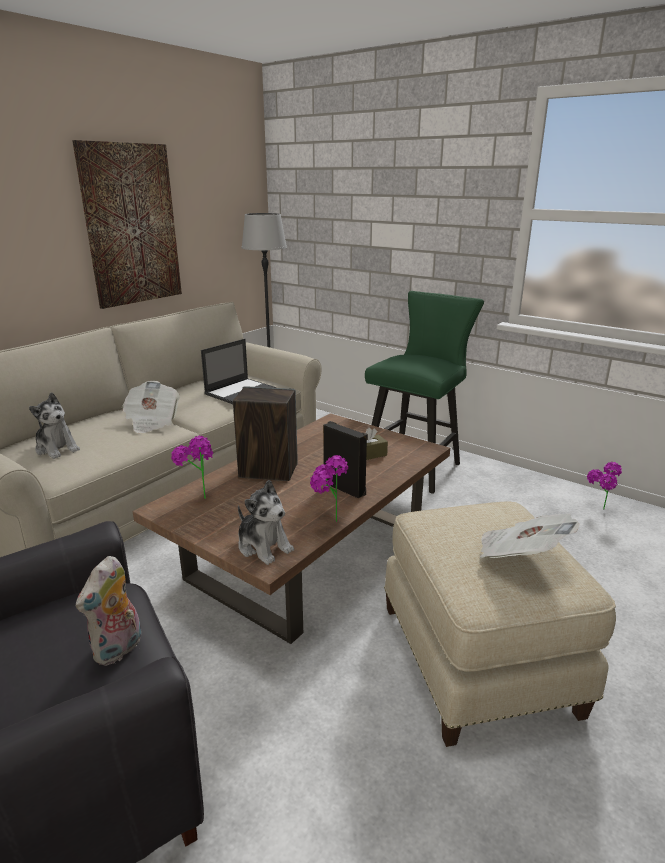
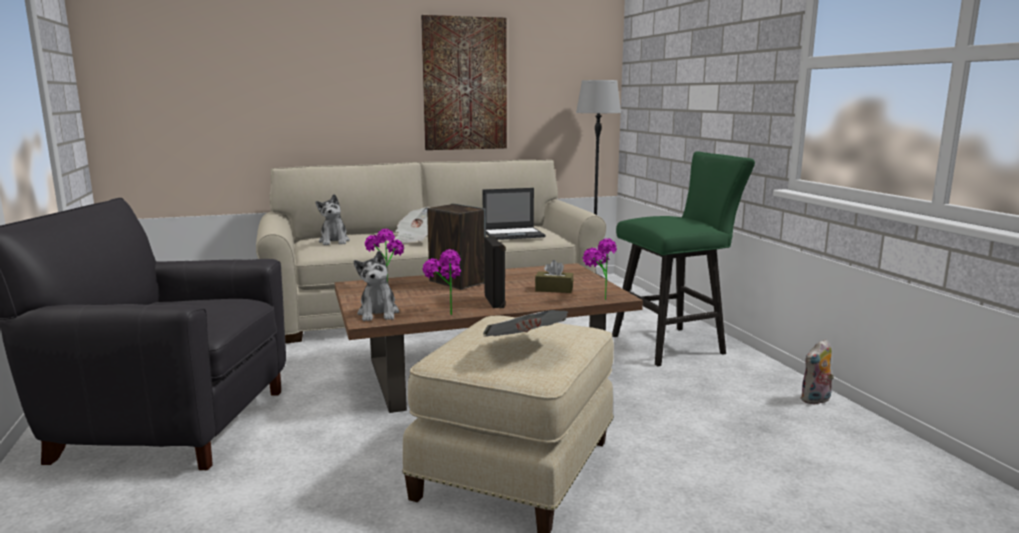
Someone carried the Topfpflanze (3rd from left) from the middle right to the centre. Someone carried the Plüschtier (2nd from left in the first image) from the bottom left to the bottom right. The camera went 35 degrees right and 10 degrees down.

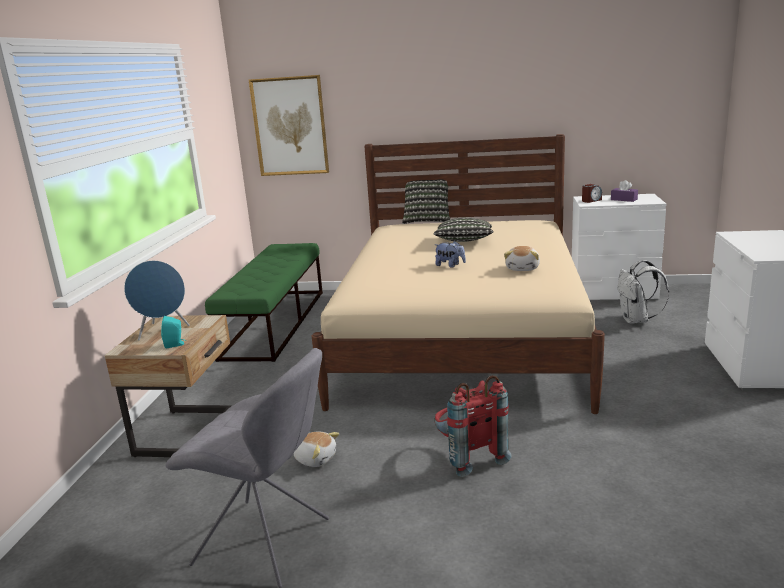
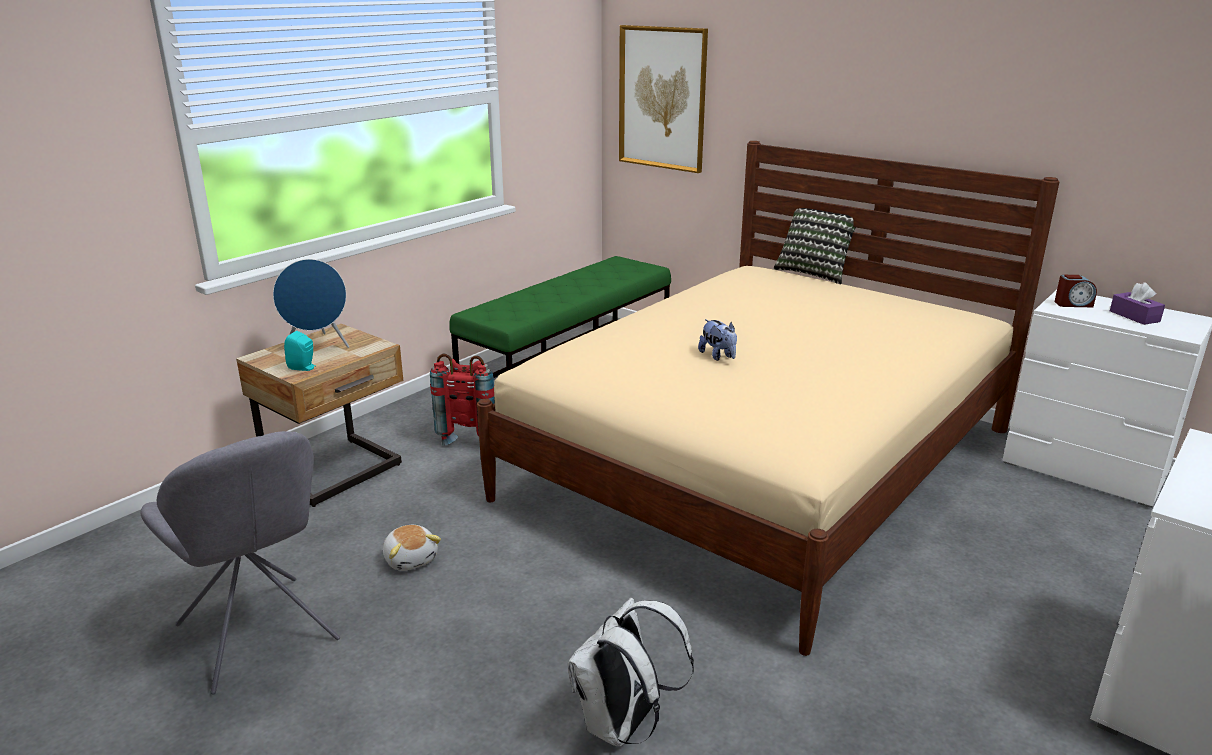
Someone took away the Kissen (2nd from left) at the centre. Someone took away the Plüschtier (3rd from left) at the centre. Someone carried the Rucksack [weiß] from the middle right to the bottom centre. Someone carried the Rucksack [rot] from the bottom centre to the centre. The camera went 30 degrees right and 5 degrees up.

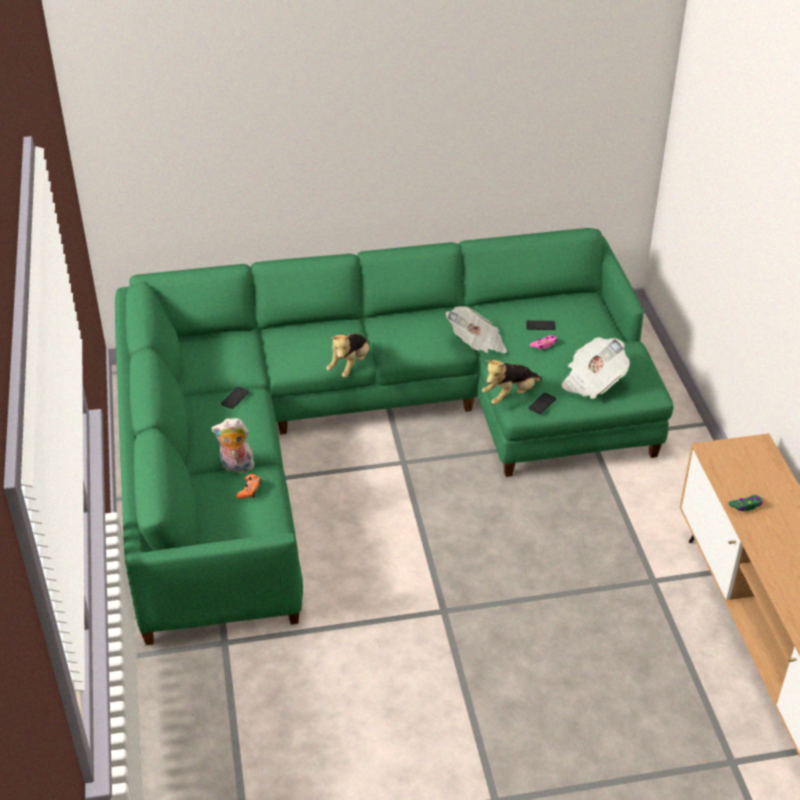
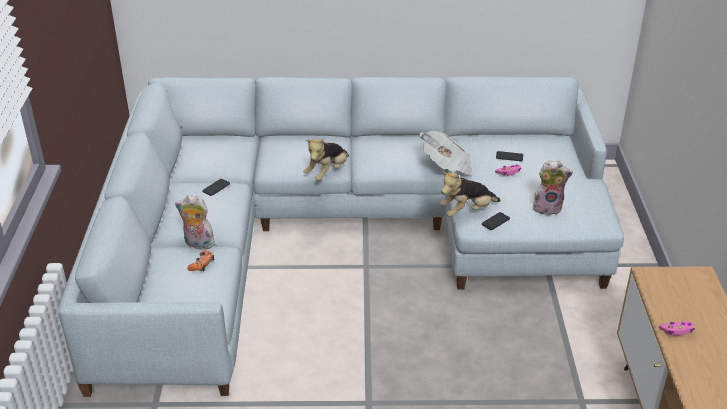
Someone repainted the Sofa [grün] at the centre, which became the Sofa [grau] at the centre. Someone swapped the Zeitung (2nd from left) at the middle right for the Plüschtier (4th from left) at the middle right. Someone repainted the Gamepad [grün] at the middle right, which became the Gamepad [rosa] (2nd from left) at the bottom right. The camera went 10 degrees right and 5 degrees down.

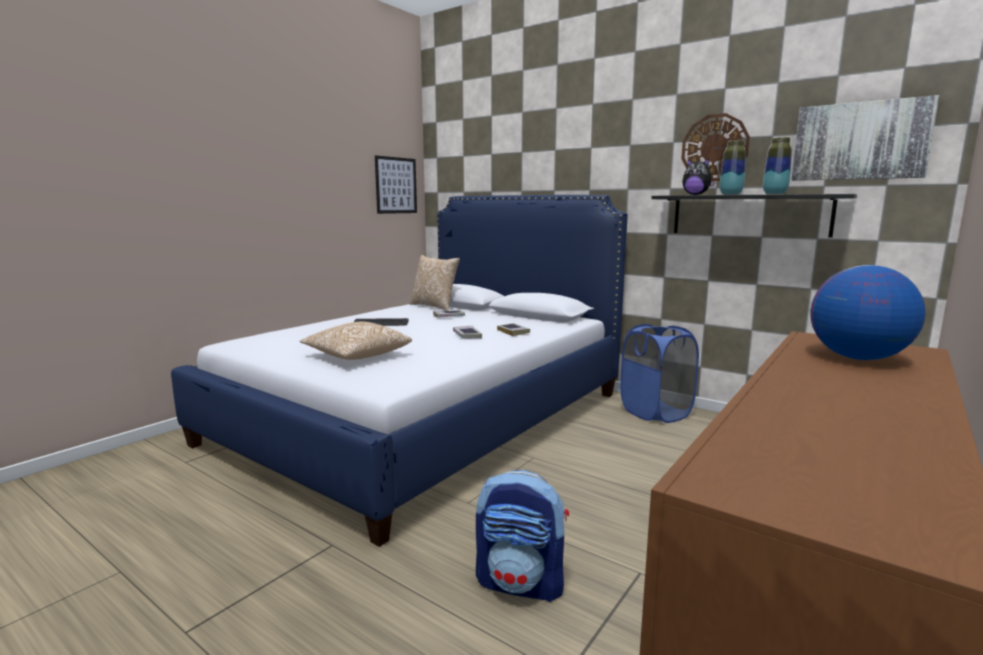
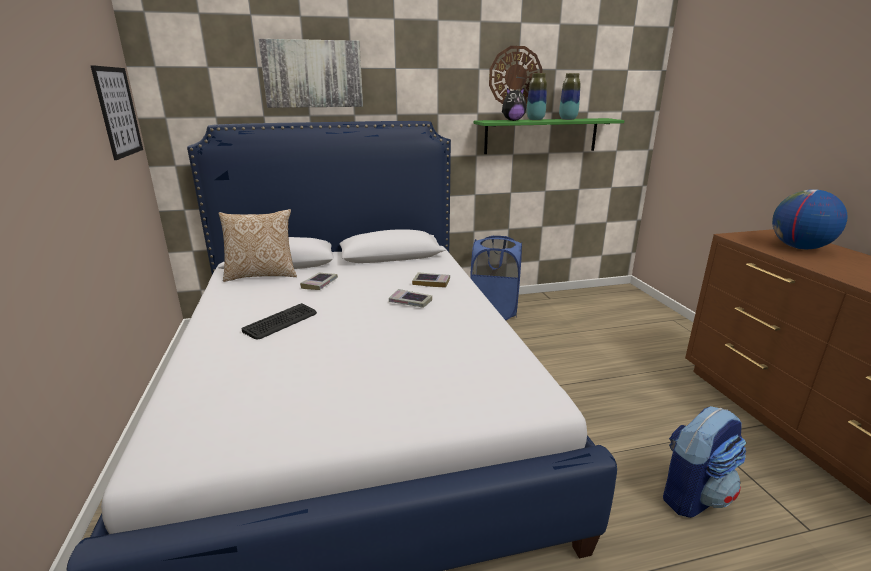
Someone carried the Bild (2nd from left) from the top right to the top centre. Someone repainted the Wandregal [schwarz] at the top right, which became the Wandregal [grün] at the top centre. Someone took away the Kissen (1st from left) at the centre. The camera went 50 degrees left and 10 degrees up.

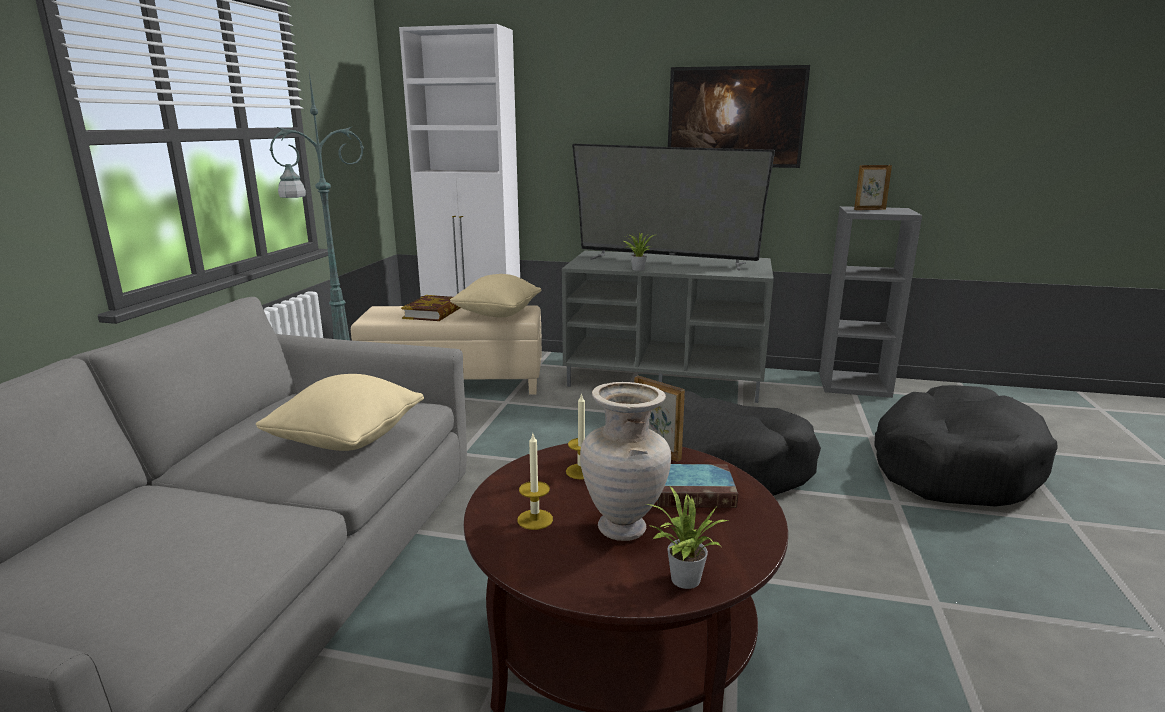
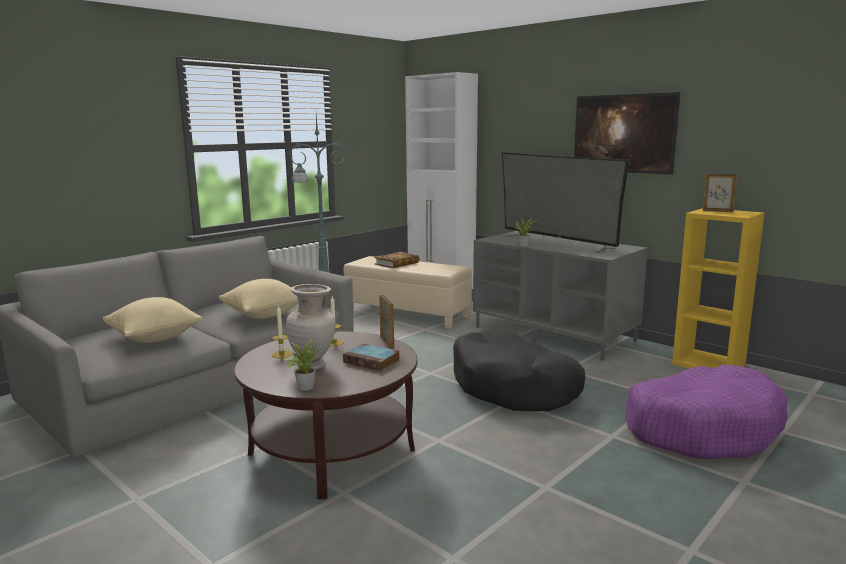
Someone repainted the Bücherregal [grau] at the middle right, which became the Bücherregal [gelb] at the middle right. Someone carried the Kissen [beige] (2nd from left in the first image) from the centre to the middle left. Someone repainted the Hundebett [schwarz] (2nd from left) at the middle right, which became the Hundebett [lila] at the bottom right. The camera went 30 degrees right and 5 degrees down.

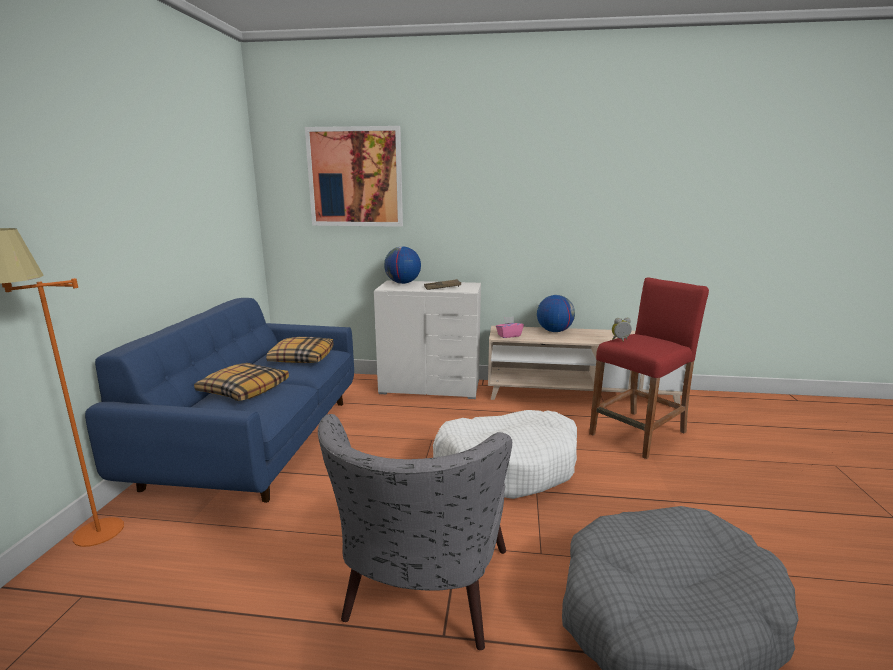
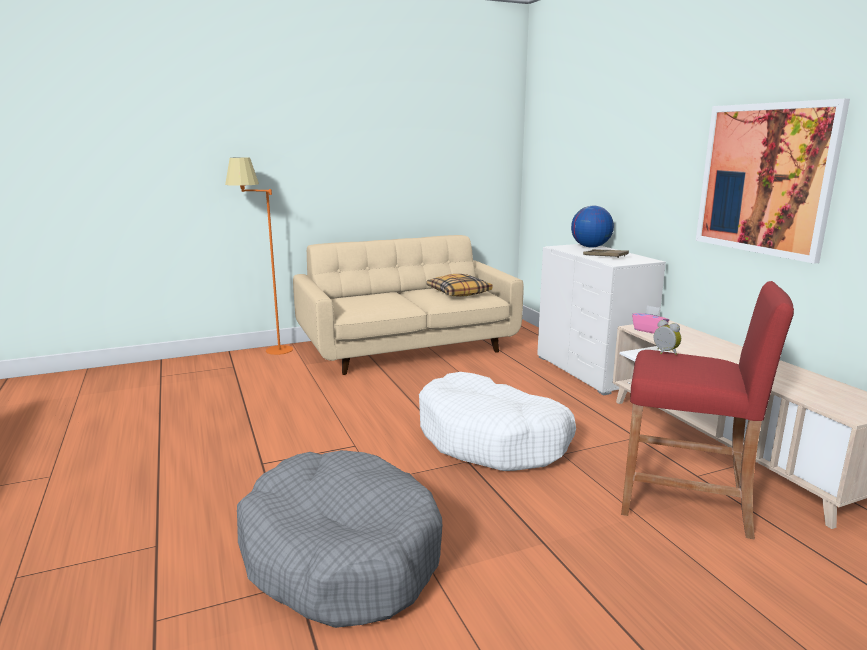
Someone carried the Bild from the top centre to the top right. Someone took away the Globus (2nd from left) at the centre. Someone repainted the Sofa [blau] at the middle left, which became the Sofa [beige] at the centre. Someone took away the Kissen (1st from left) at the middle left. Someone took away the Sessel [grau] at the bottom centre. The camera went 60 degrees right and 0 degrees up.

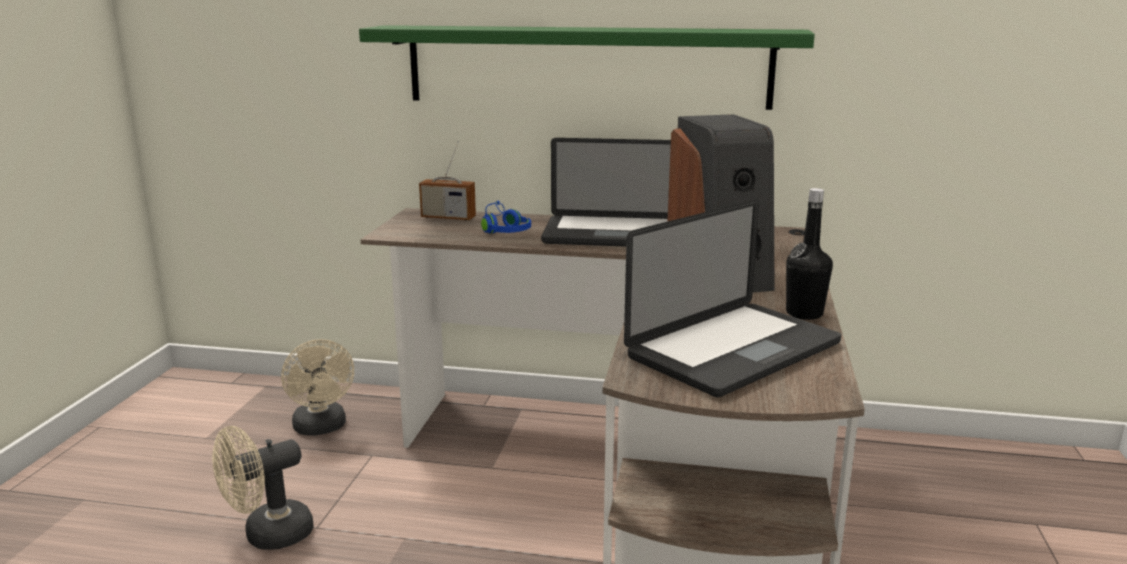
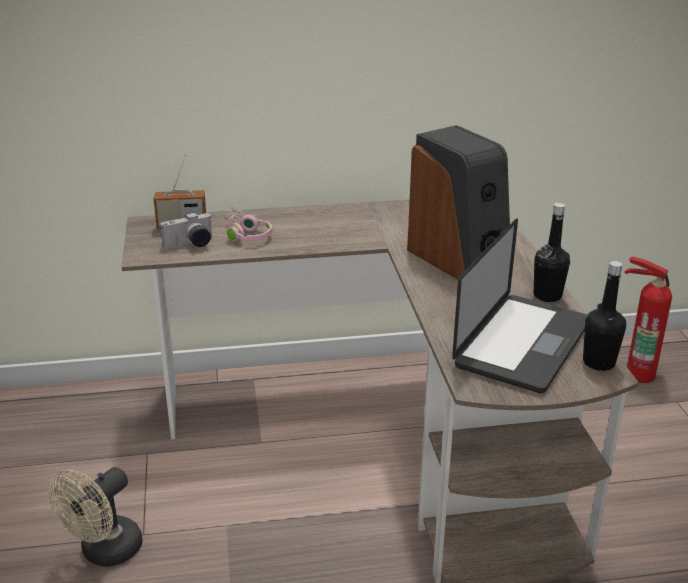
Someone took away the Wandregal [grün] at the top centre. Someone took away the Laptop (1st from left) at the centre. Someone repainted the Kopfhörer [blau] at the centre, which became the Kopfhörer [rosa] at the centre. Someone took away the Ventilator [beige] (2nd from left) at the bottom left. Someone put down the Kamera at the middle left. Someone put down the Feuerlöscher at the middle right. Someone put down the Flasche [schwarz] (2nd from left) at the middle right. The camera went 20 degrees left and 10 degrees up.

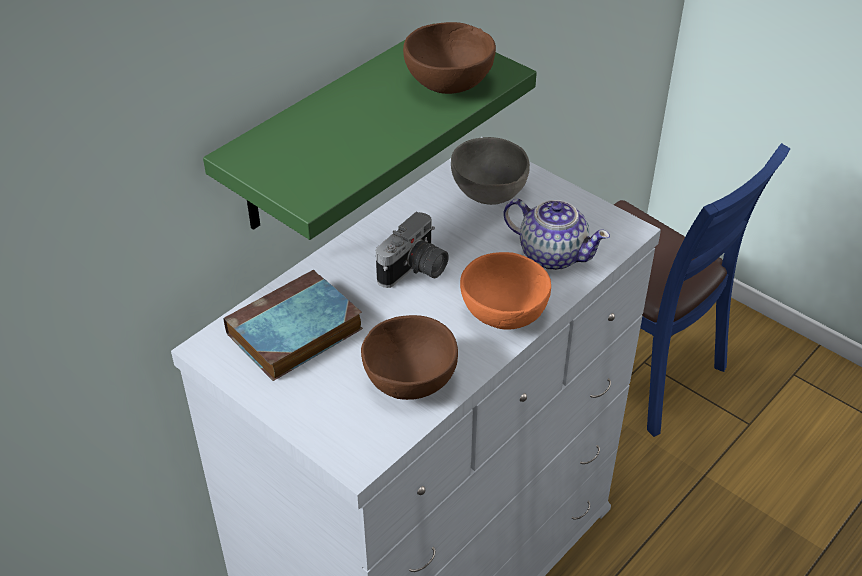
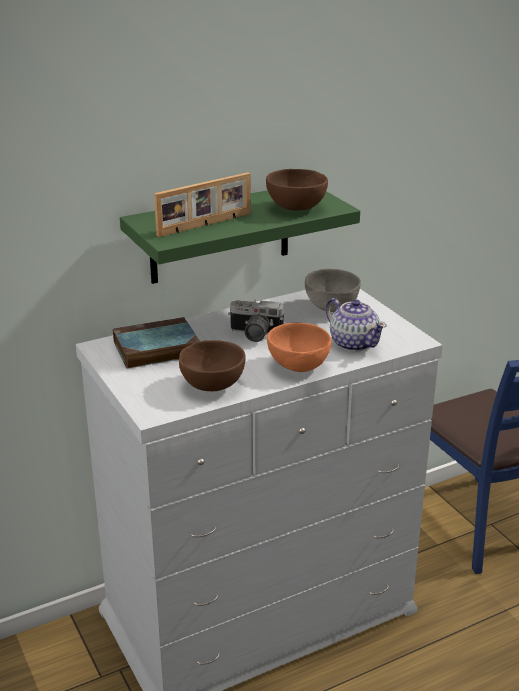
Someone rotated the Kamera at the centre by 45 degrees clockwise. Someone put down the Bilderrahmen at the top centre. The camera went 20 degrees right and 15 degrees down.

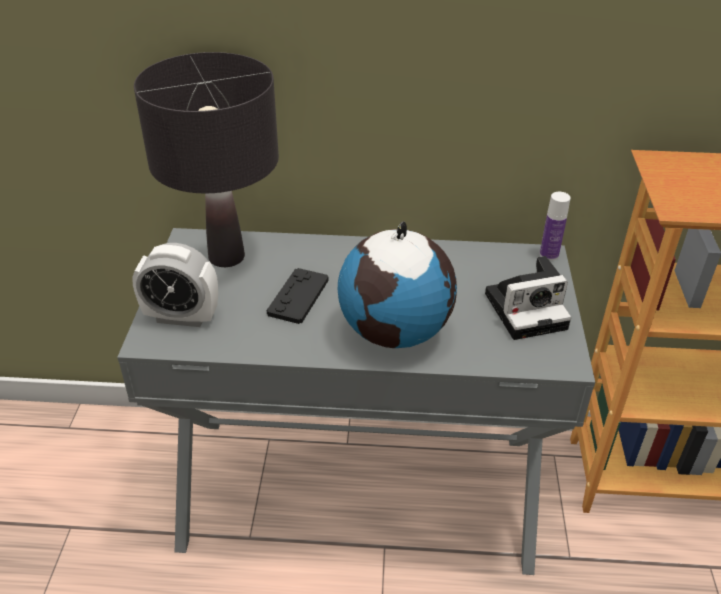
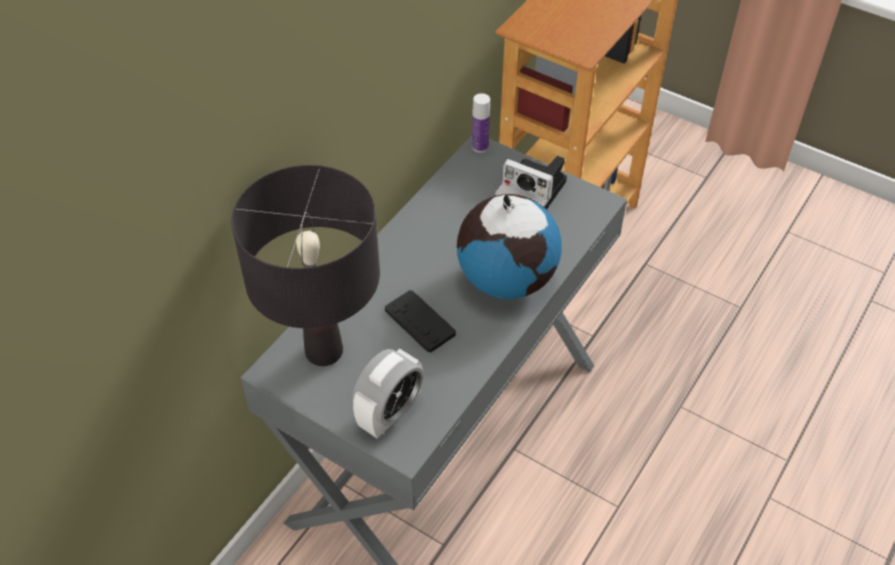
Someone rotated the Kamera at the middle right by 105 degrees clockwise. The camera went 60 degrees left and 10 degrees up.

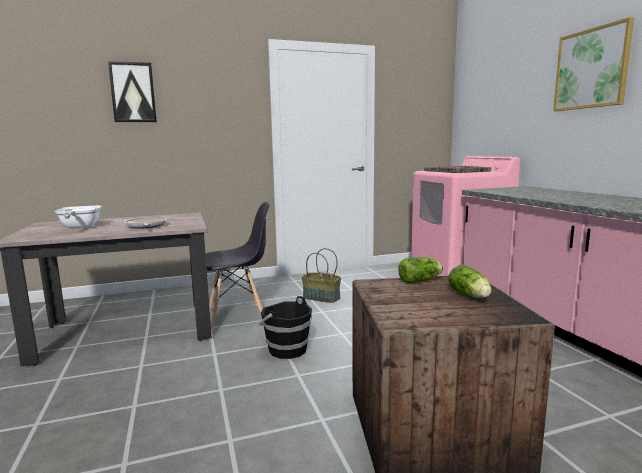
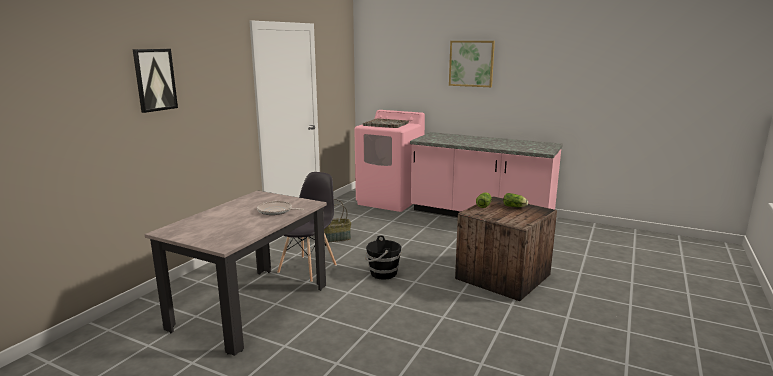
Someone took away the Pfanne (1st from left) at the middle left. The camera went 45 degrees left and 5 degrees up.

